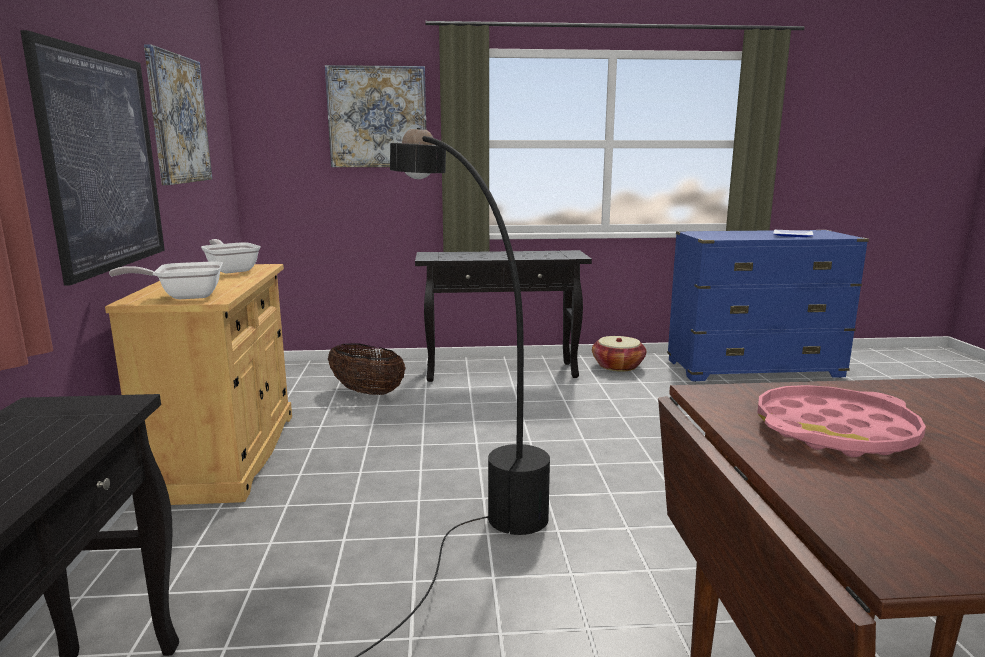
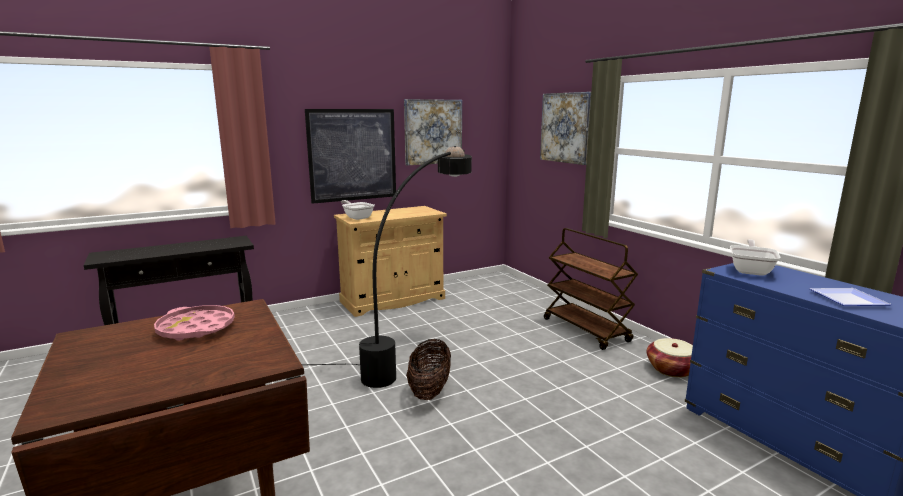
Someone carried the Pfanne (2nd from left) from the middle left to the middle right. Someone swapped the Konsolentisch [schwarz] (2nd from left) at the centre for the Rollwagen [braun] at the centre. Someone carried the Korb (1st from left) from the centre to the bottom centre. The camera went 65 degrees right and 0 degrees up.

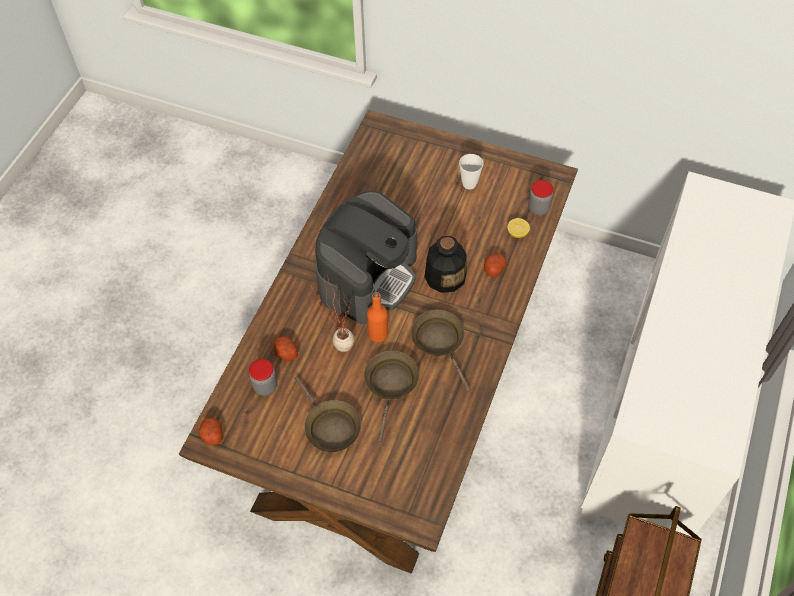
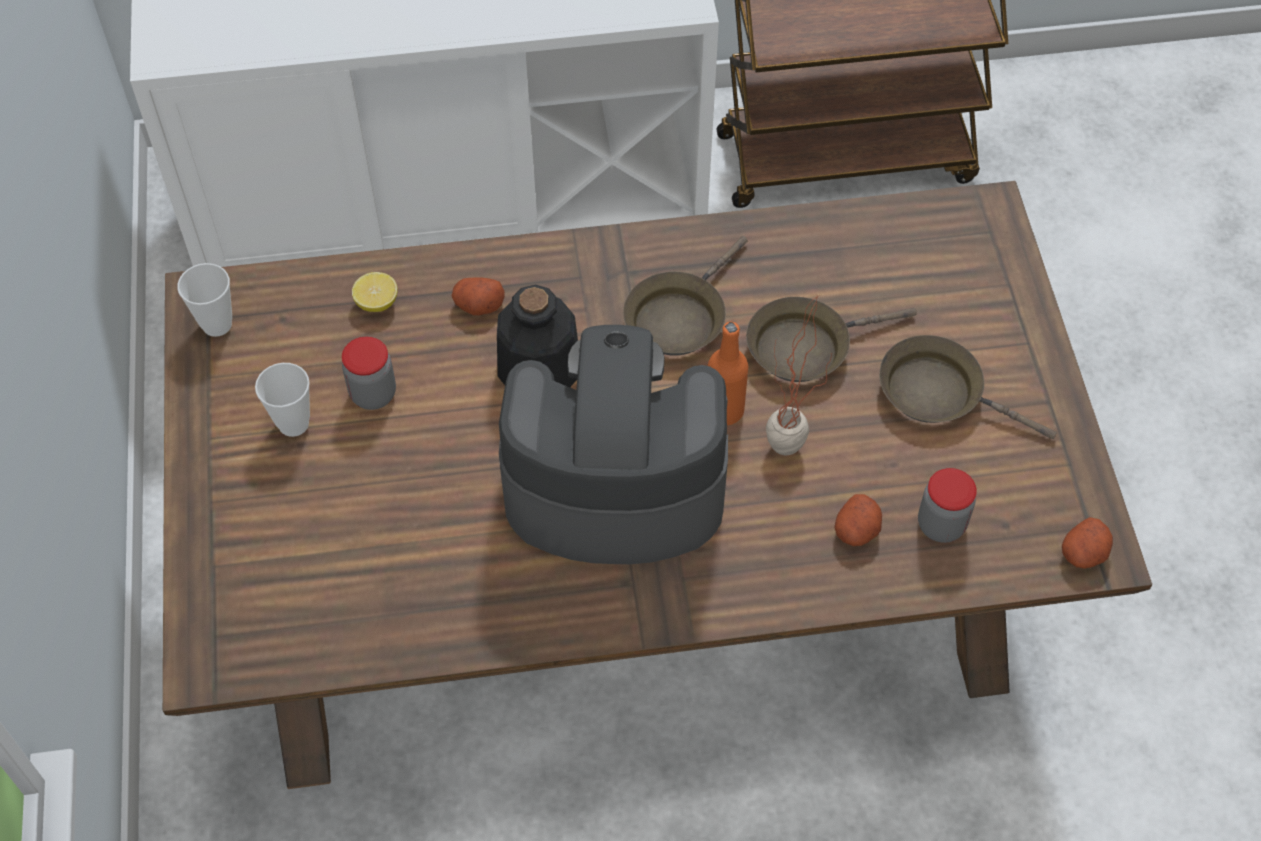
Someone carried the Vorratsglas (2nd from left in the first image) from the top right to the middle left. Someone rotated the Pfanne [braun] (1st from left in the first image) at the bottom centre by 90 degrees counterclockwise. Someone put down the Tasse (1st from left) at the middle left. The camera went 120 degrees left and 0 degrees up.

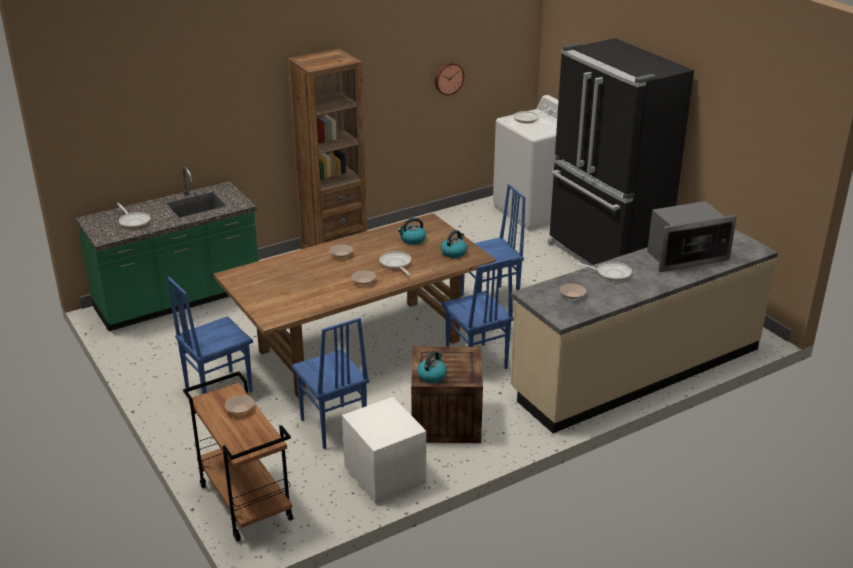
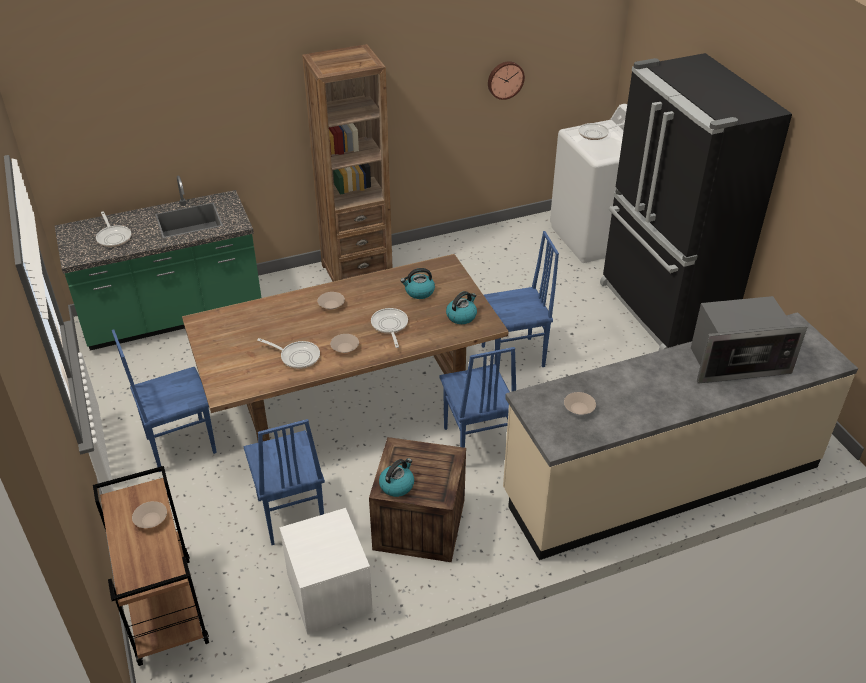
Someone carried the Pfanne (4th from left in the first image) from the middle right to the middle left. The camera went 10 degrees right and 10 degrees up.

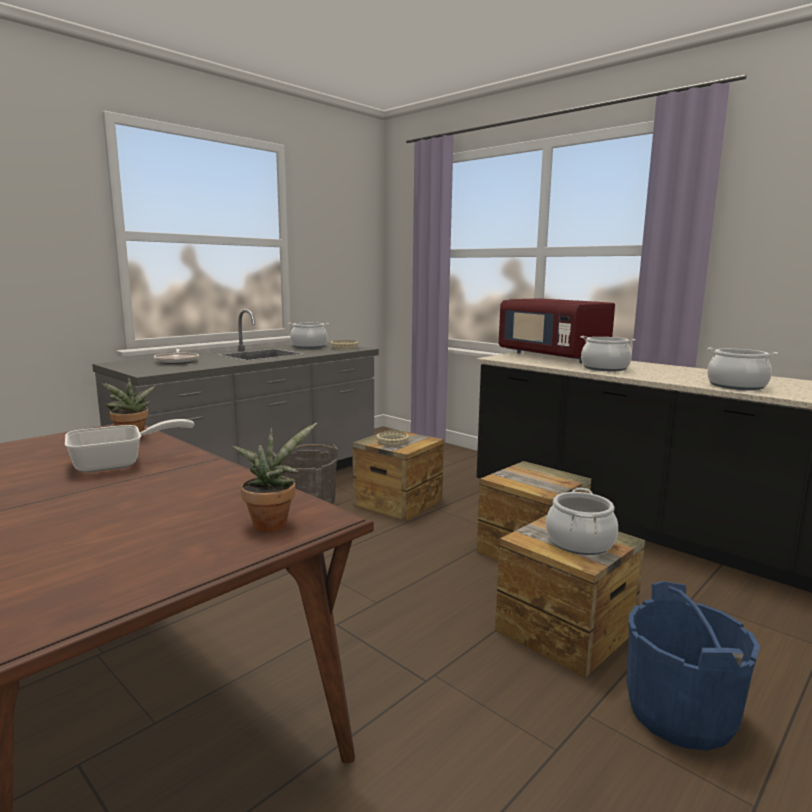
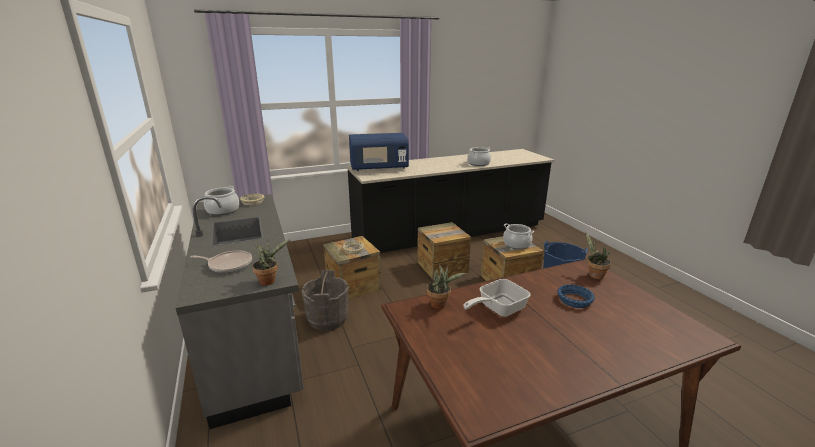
Someone repainted the Mikrowelle [rot] at the middle right, which became the Mikrowelle [blau] at the centre. Someone took away the Kochtopf (3rd from left) at the middle right. Someone rotated the Pfanne (1st from left in the first image) at the middle left by 120 degrees counterclockwise. Someone put down the Topfpflanze (1st from left) at the middle left. Someone put down the Schüssel [blau] at the middle right. The camera went 65 degrees left and 10 degrees up.

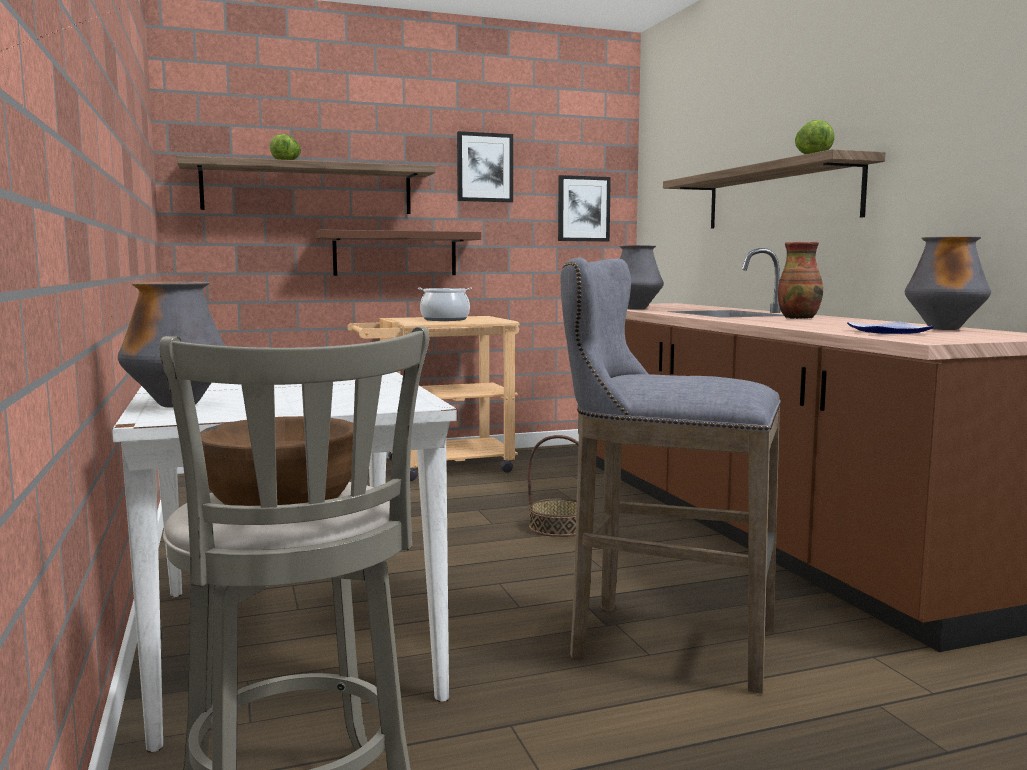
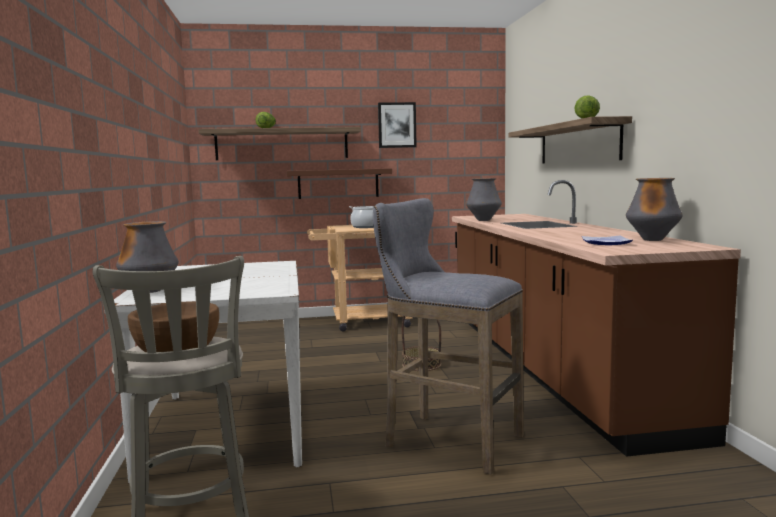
Someone took away the Bild (2nd from left) at the top centre. Someone took away the Vase (3rd from left) at the middle right. The camera went 10 degrees right and 0 degrees up.

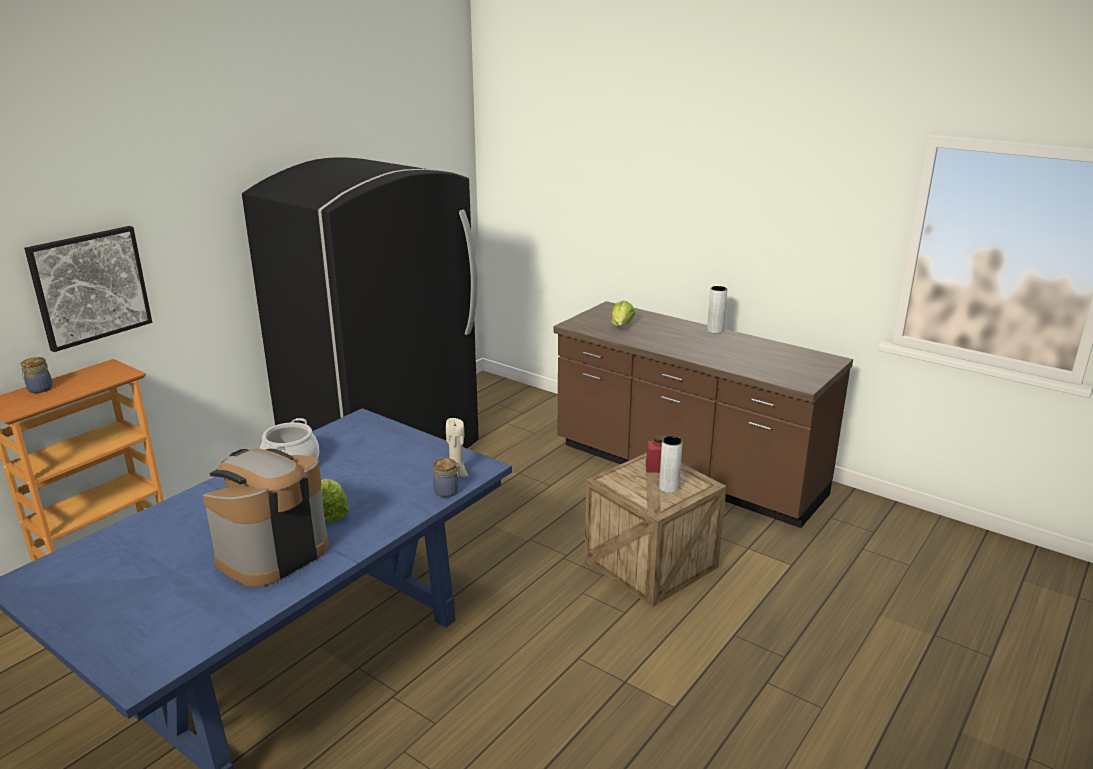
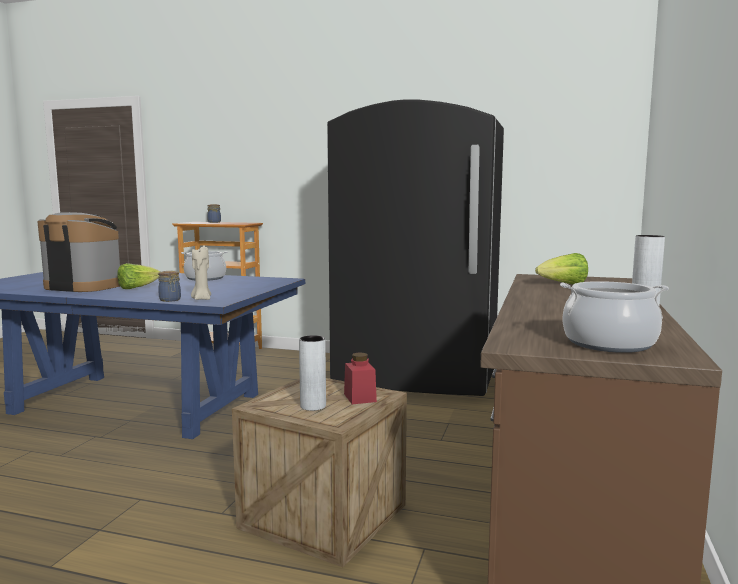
Someone took away the Bild at the middle left. Someone put down the Kochtopf (2nd from left) at the middle right. The camera went 70 degrees right and 15 degrees down.

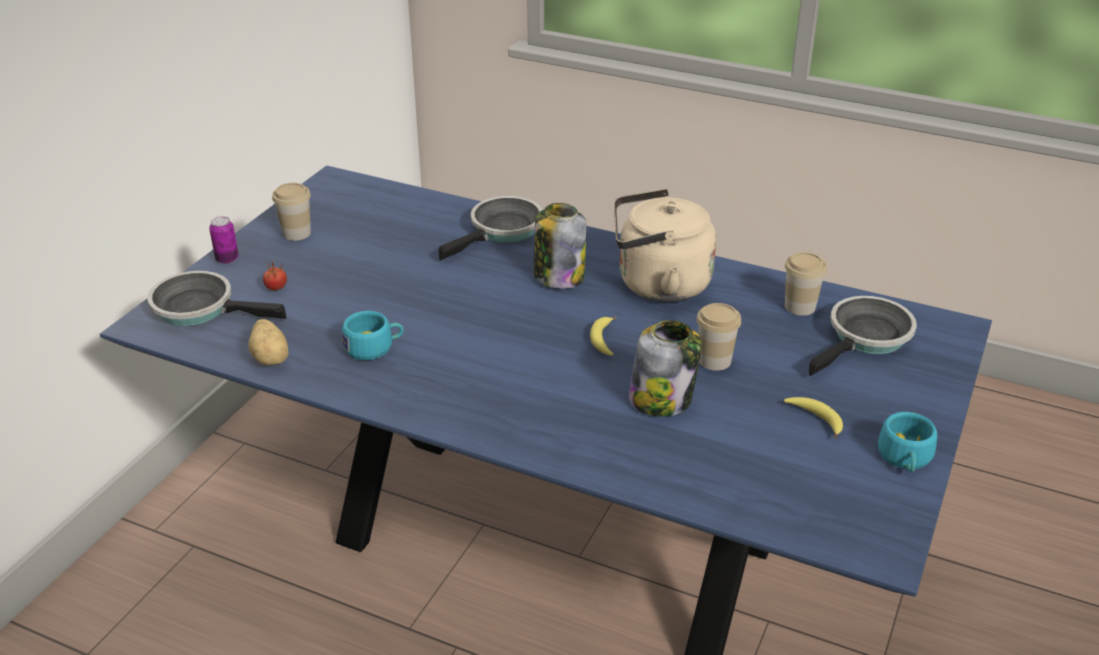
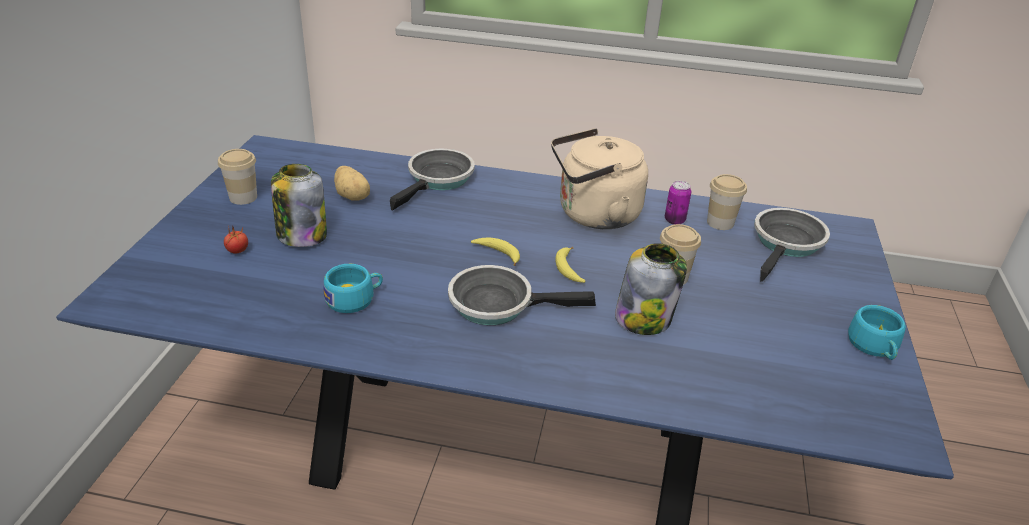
Someone carried the Vorratsglas (1st from left) from the centre to the middle left. Someone carried the Dose from the middle left to the centre. Someone carried the Pfanne (1st from left in the first image) from the middle left to the centre. Someone carried the Kartoffel from the middle left to the centre. Someone carried the Banane (2nd from left in the first image) from the middle right to the centre. The camera went 15 degrees left and 0 degrees up.

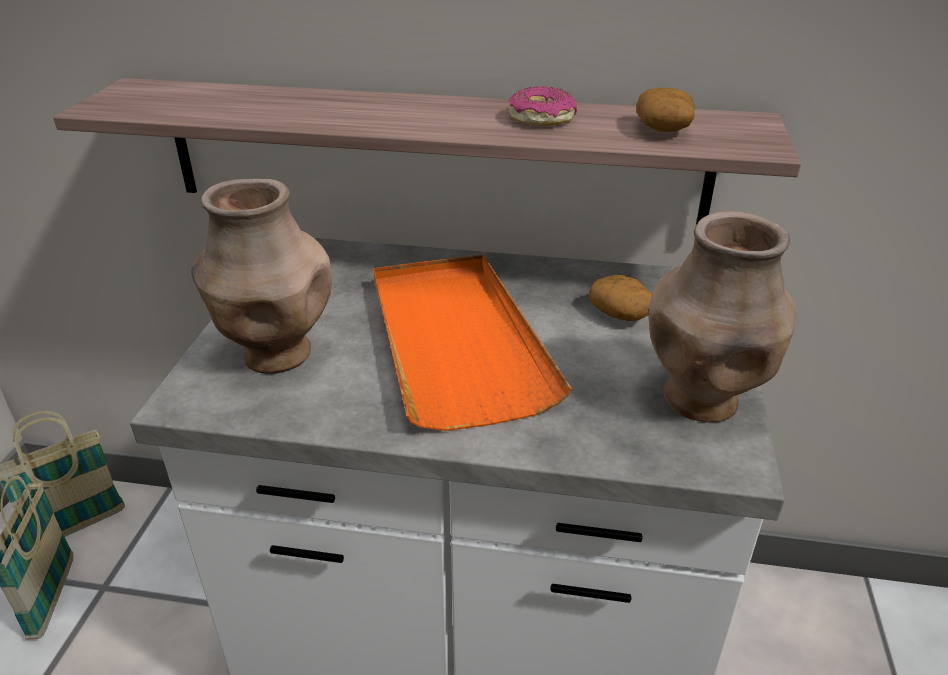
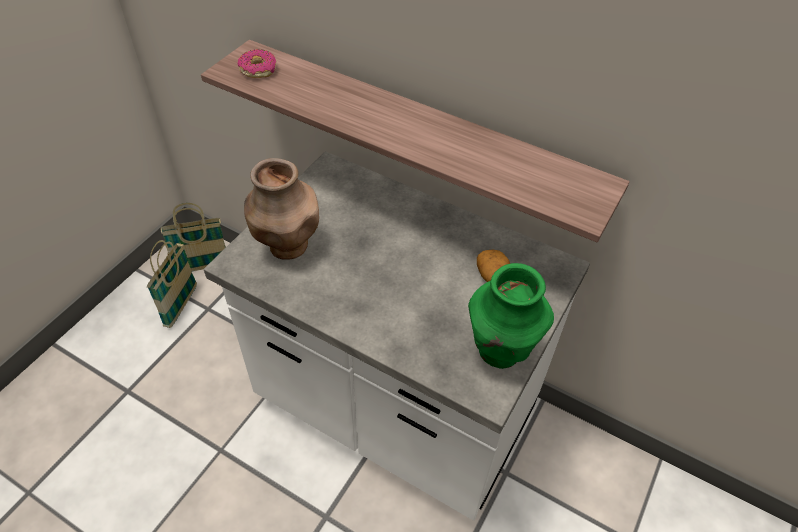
Someone carried the Donut from the top centre to the top left. Someone took away the Kartoffel (2nd from left) at the top right. Someone repainted the Vase [braun] (2nd from left) at the middle right, which became the Vase [grün] at the centre. Someone took away the Tablett [orange] at the centre. The camera went 20 degrees right and 15 degrees up.

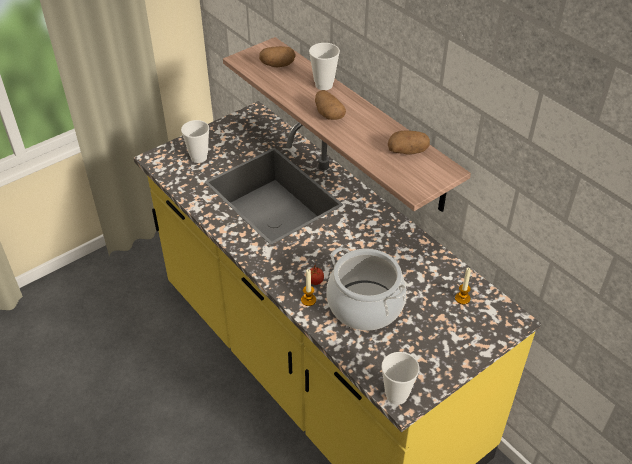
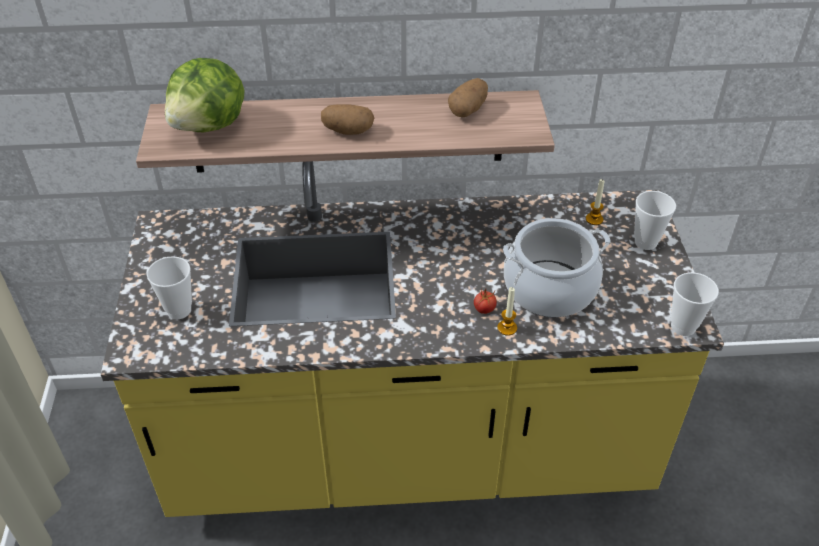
Someone carried the Tasse (2nd from left) from the top centre to the middle right. Someone swapped the Kartoffel (1st from left) at the top centre for the Salatkopf at the top left. The camera went 55 degrees left and 0 degrees up.

